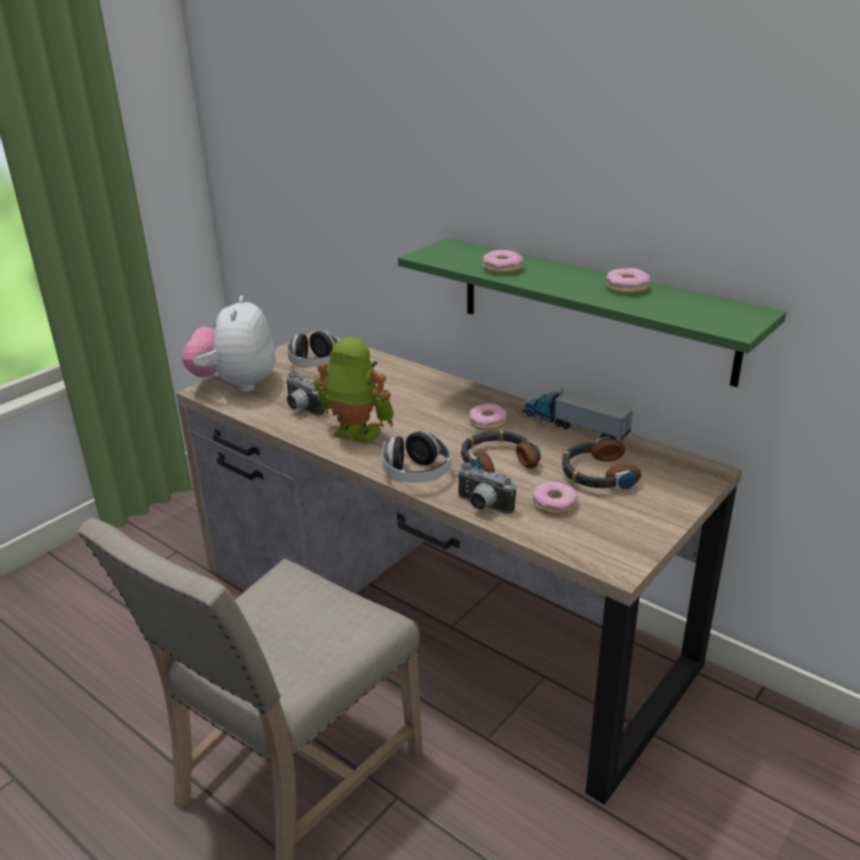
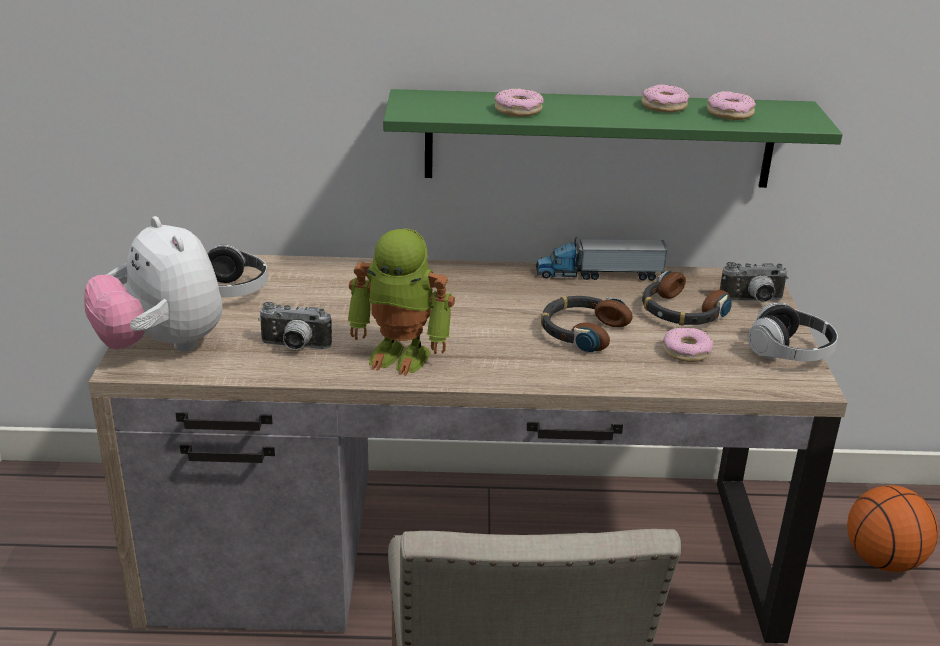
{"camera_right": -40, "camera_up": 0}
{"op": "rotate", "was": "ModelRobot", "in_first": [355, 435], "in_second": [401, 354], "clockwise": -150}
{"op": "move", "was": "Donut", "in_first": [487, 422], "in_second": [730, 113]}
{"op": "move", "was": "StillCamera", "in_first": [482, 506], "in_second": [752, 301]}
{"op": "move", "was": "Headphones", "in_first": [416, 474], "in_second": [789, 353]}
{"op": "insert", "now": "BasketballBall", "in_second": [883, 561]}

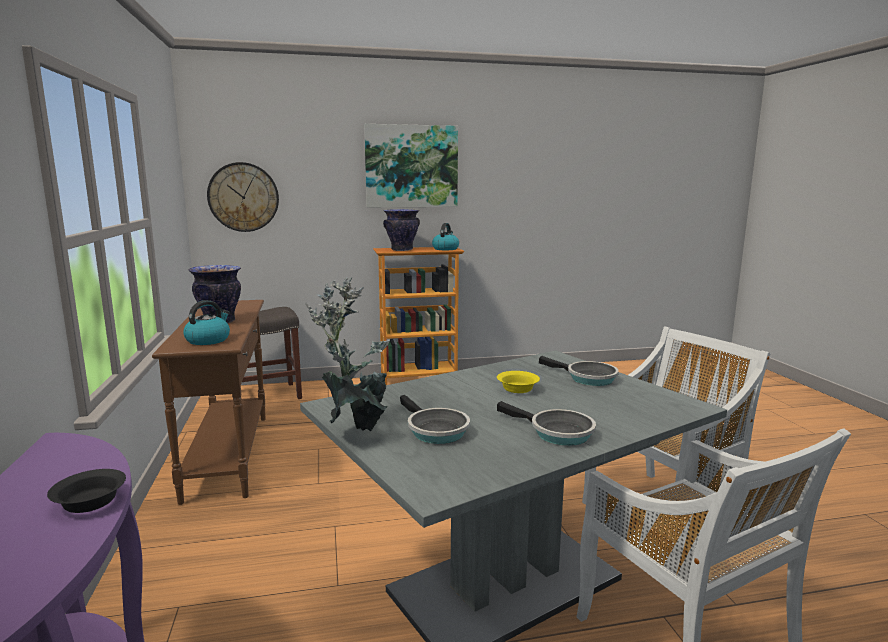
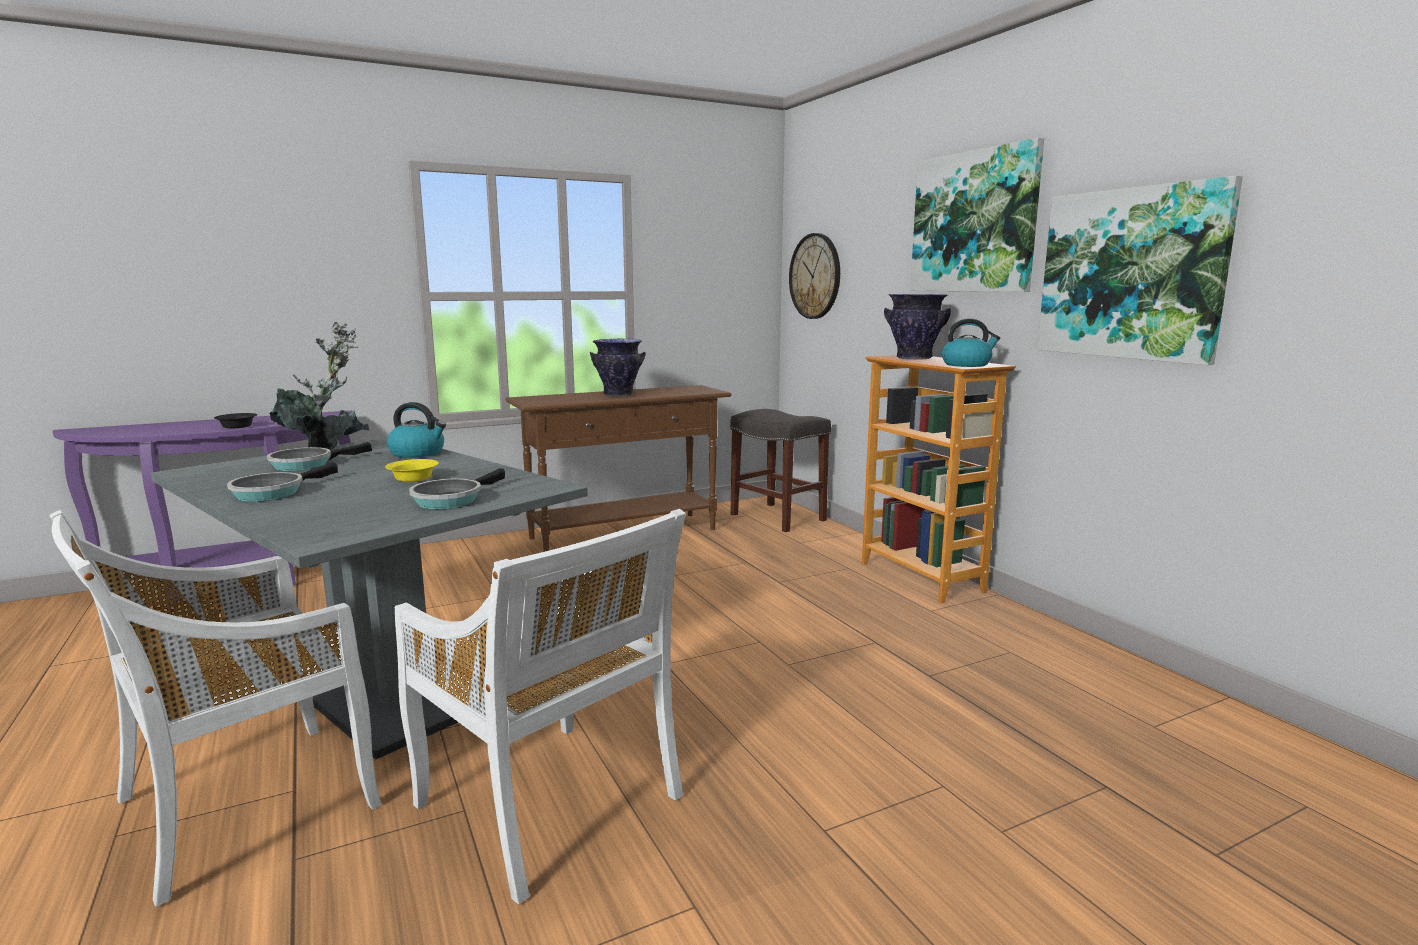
{"camera_right": 75, "camera_up": 0}
{"op": "move", "was": "Kettle", "in_first": [208, 340], "in_second": [418, 453]}
{"op": "insert", "now": "WallPicture", "in_second": [1131, 274]}

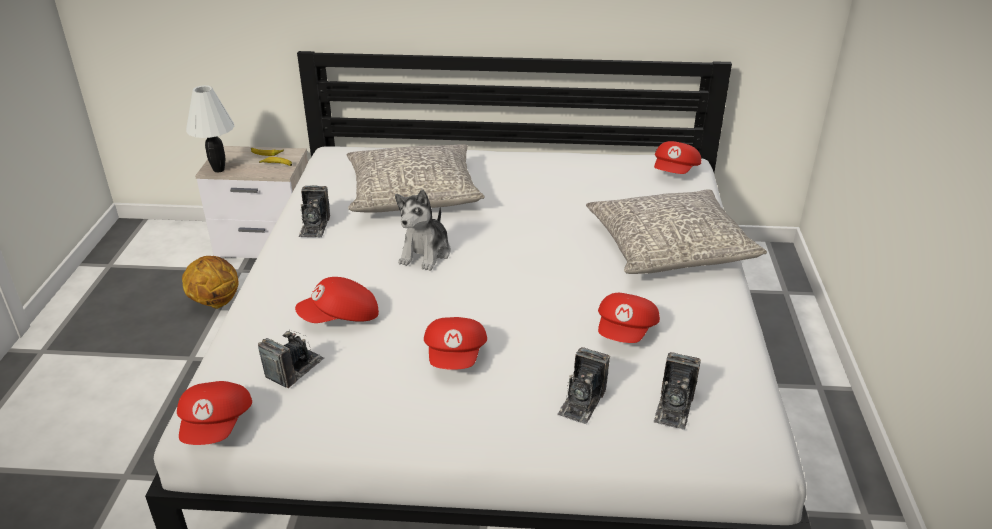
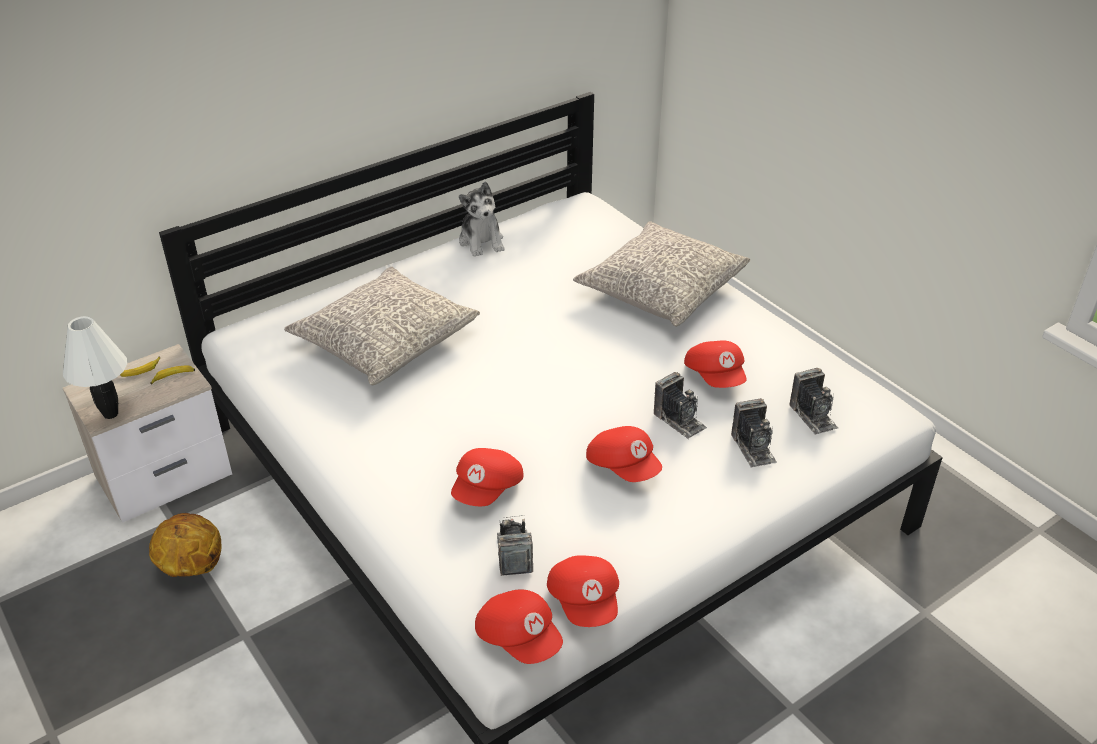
{"camera_right": -40, "camera_up": 5}
{"op": "move", "was": "PlushToy", "in_first": [426, 253], "in_second": [482, 241]}
{"op": "move", "was": "RedColouredBaseballCap", "in_first": [675, 172], "in_second": [585, 601]}
{"op": "move", "was": "StillCamera", "in_first": [314, 226], "in_second": [679, 420]}

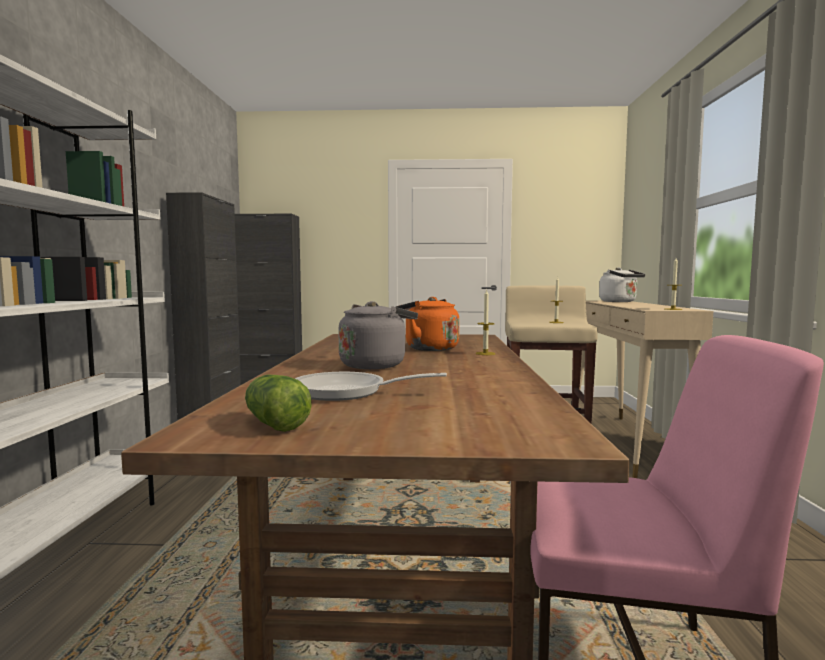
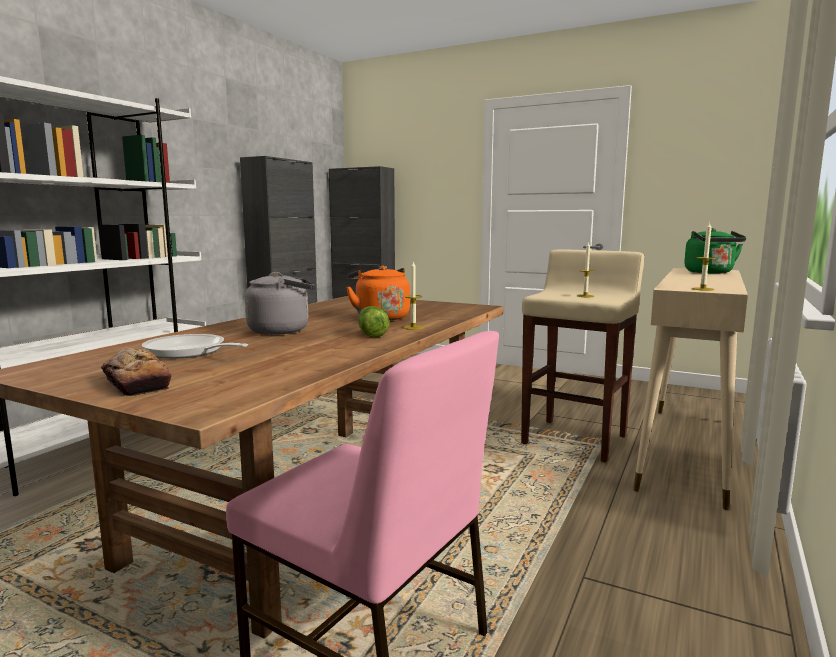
{"camera_right": 25, "camera_up": 5}
{"op": "insert", "now": "BakedBread", "in_second": [136, 383]}
{"op": "move", "was": "HeadOfLettuce", "in_first": [274, 423], "in_second": [372, 333]}
{"op": "recolor", "was": "WhiteKettle", "now": "GreenColouredKettle", "in_first": [620, 302], "in_second": [710, 273]}

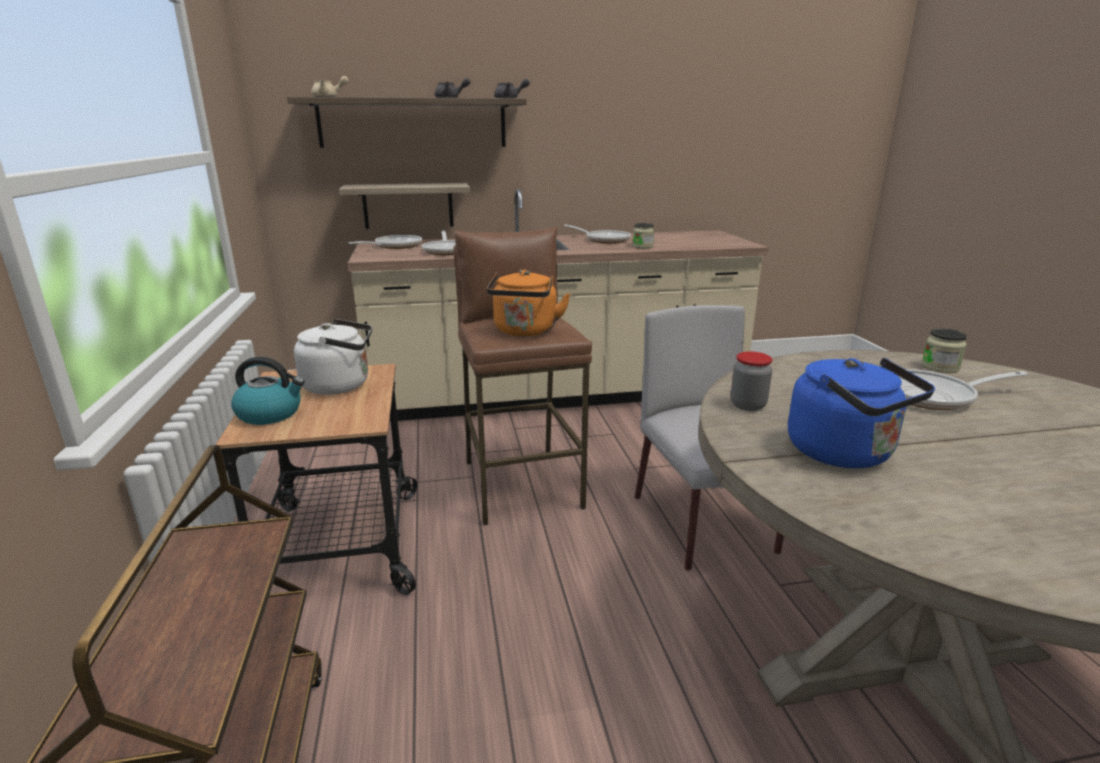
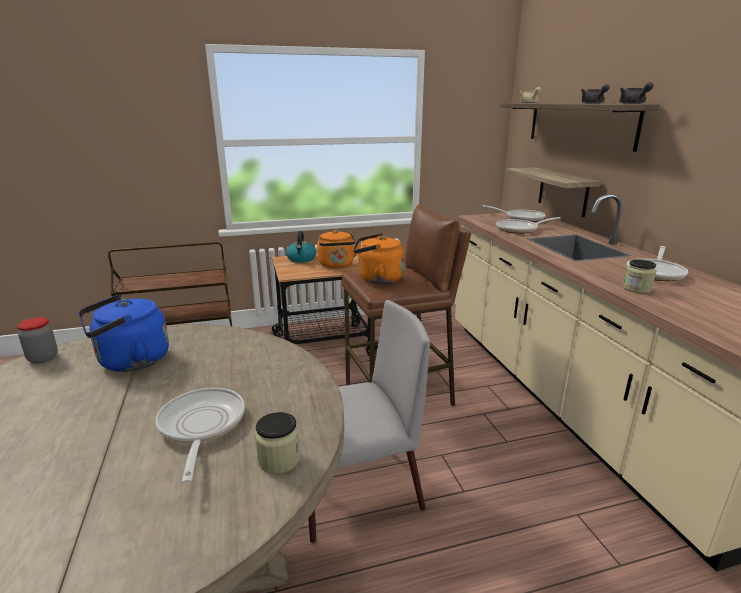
{"camera_right": 85, "camera_up": 0}
{"op": "move", "was": "StorageJar", "in_first": [748, 405], "in_second": [43, 358]}
{"op": "recolor", "was": "WhiteKettle", "now": "OrangeKettle", "in_first": [341, 385], "in_second": [337, 265]}

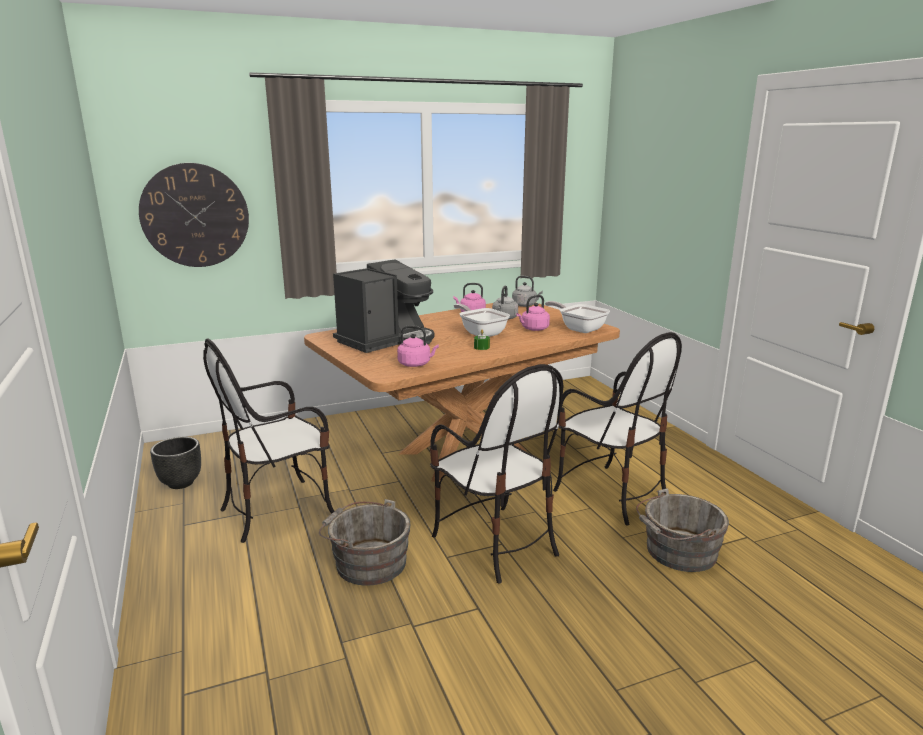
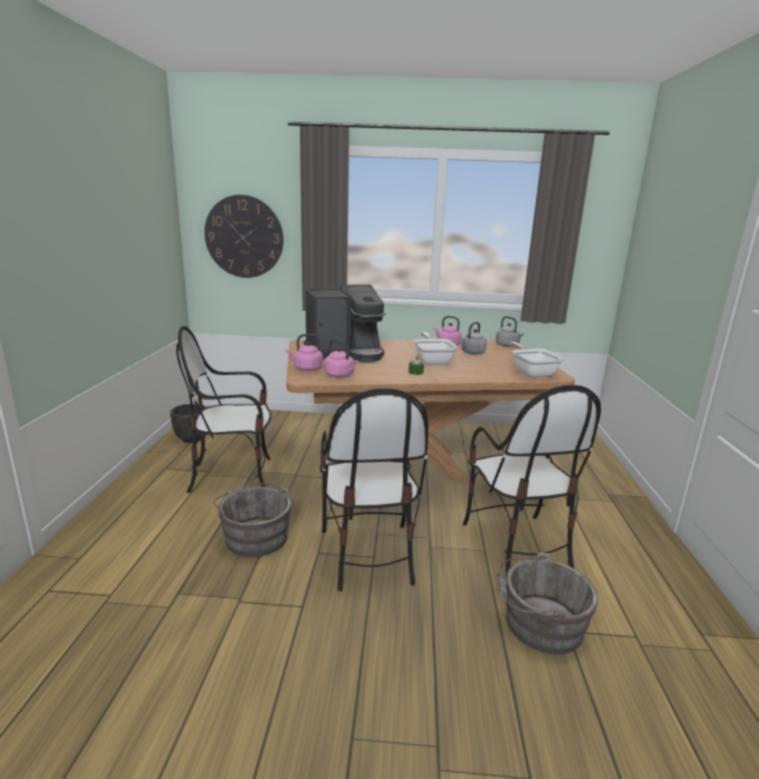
{"camera_right": 25, "camera_up": 0}
{"op": "move", "was": "PinkColouredKettle", "in_first": [533, 329], "in_second": [306, 369]}

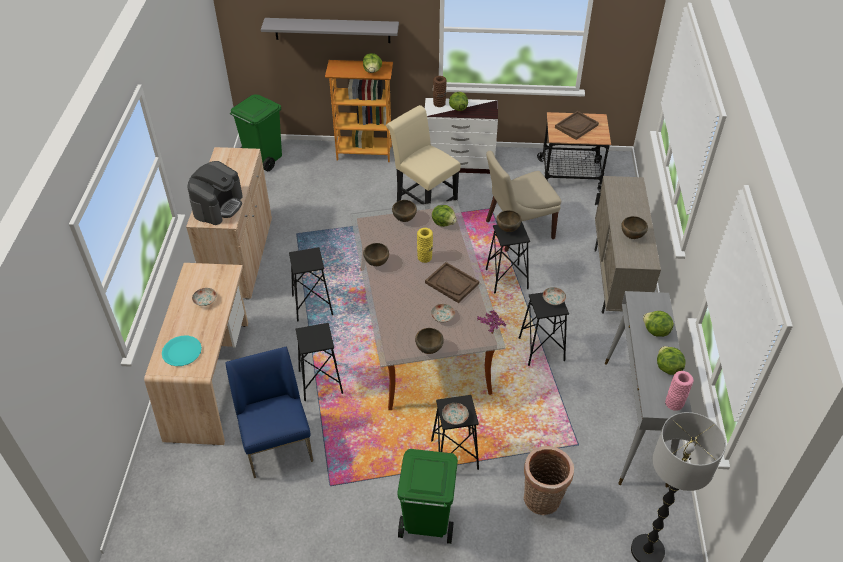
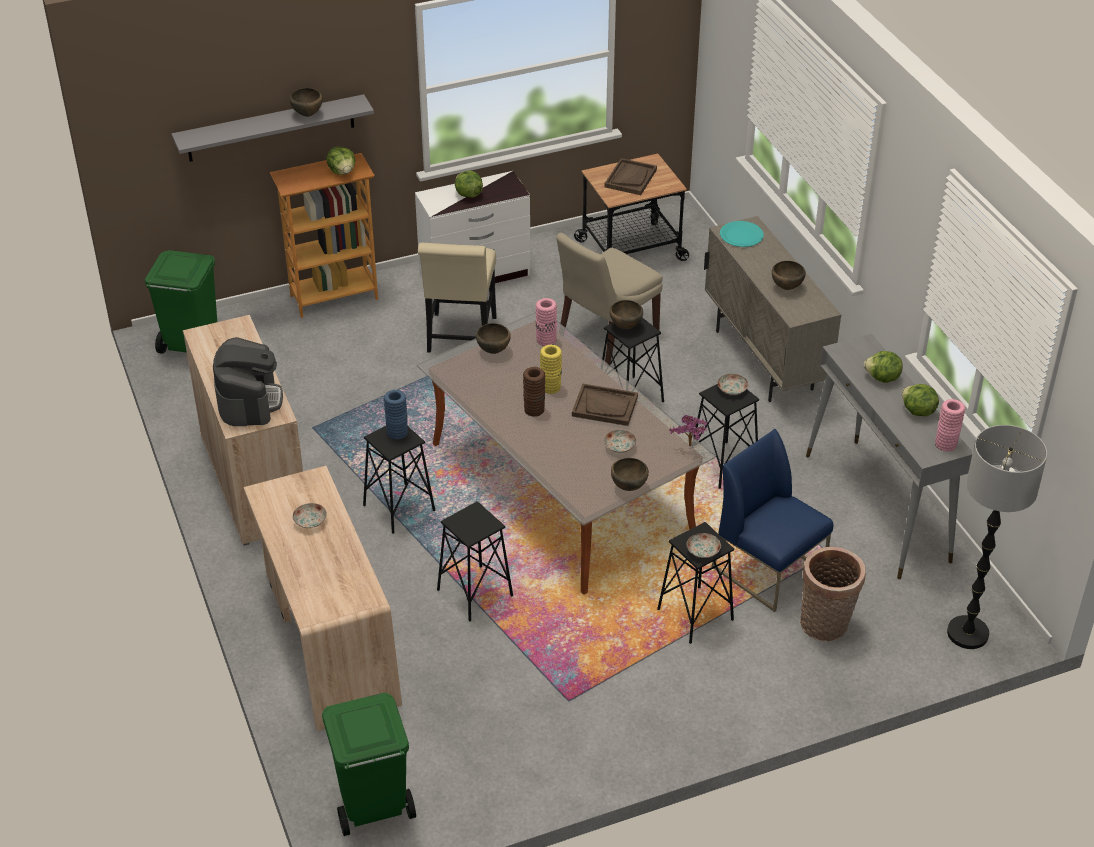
{"camera_right": -25, "camera_up": -5}
{"op": "move", "was": "BrownColouredServingBowl", "in_first": [377, 263], "in_second": [308, 114]}
{"op": "move", "was": "GreenColouredWasteBin", "in_first": [426, 523], "in_second": [372, 807]}
{"op": "insert", "now": "BlueFlowerVase", "in_second": [397, 432]}
{"op": "rotate", "was": "SandColouredPlainChair", "in_first": [423, 203], "in_second": [460, 338], "clockwise": -105}
{"op": "move", "was": "BrownColouredFlowerVase", "in_first": [439, 103], "in_second": [534, 410]}
{"op": "replace", "was": "HeadOfLettuce", "now": "PinkColouredFlowerVase", "in_first": [444, 223], "in_second": [546, 340]}
{"op": "move", "was": "BluePlainChair", "in_first": [277, 443], "in_second": [769, 570]}
{"op": "move", "was": "TurquoiseColouredFlatDish", "in_first": [182, 352], "in_second": [741, 235]}

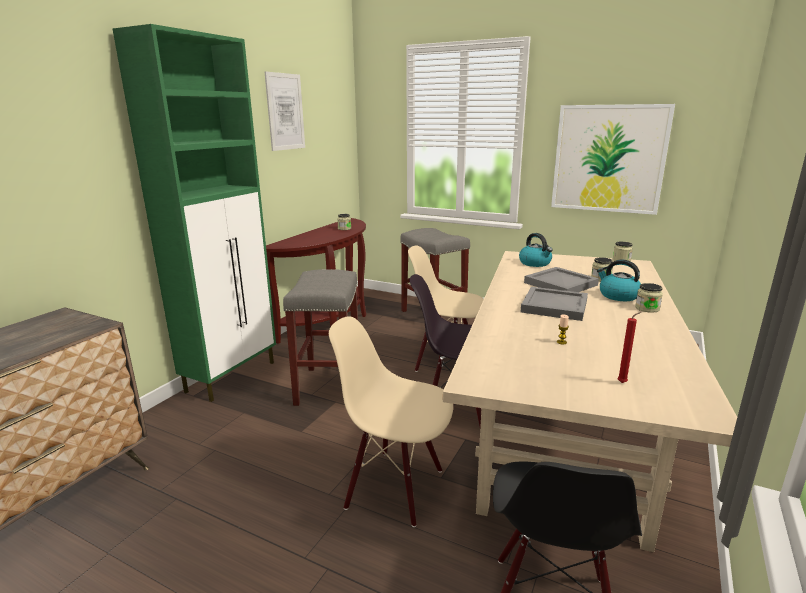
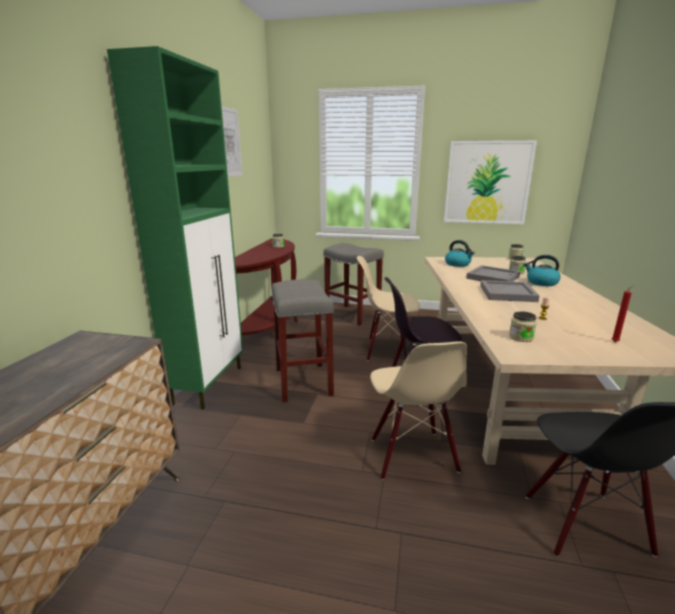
{"camera_right": -15, "camera_up": 0}
{"op": "rotate", "was": "SandColouredPlainChair", "in_first": [395, 487], "in_second": [412, 455], "clockwise": -105}
{"op": "move", "was": "StorageJar", "in_first": [647, 308], "in_second": [521, 337]}

